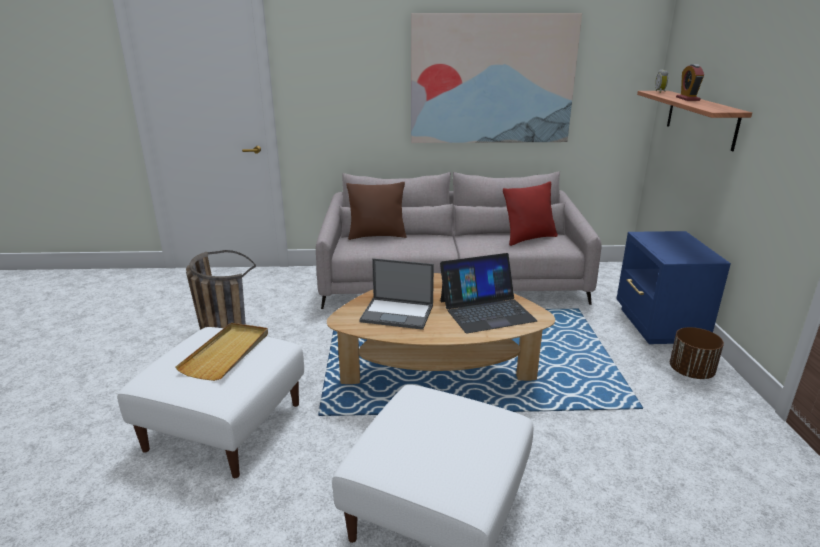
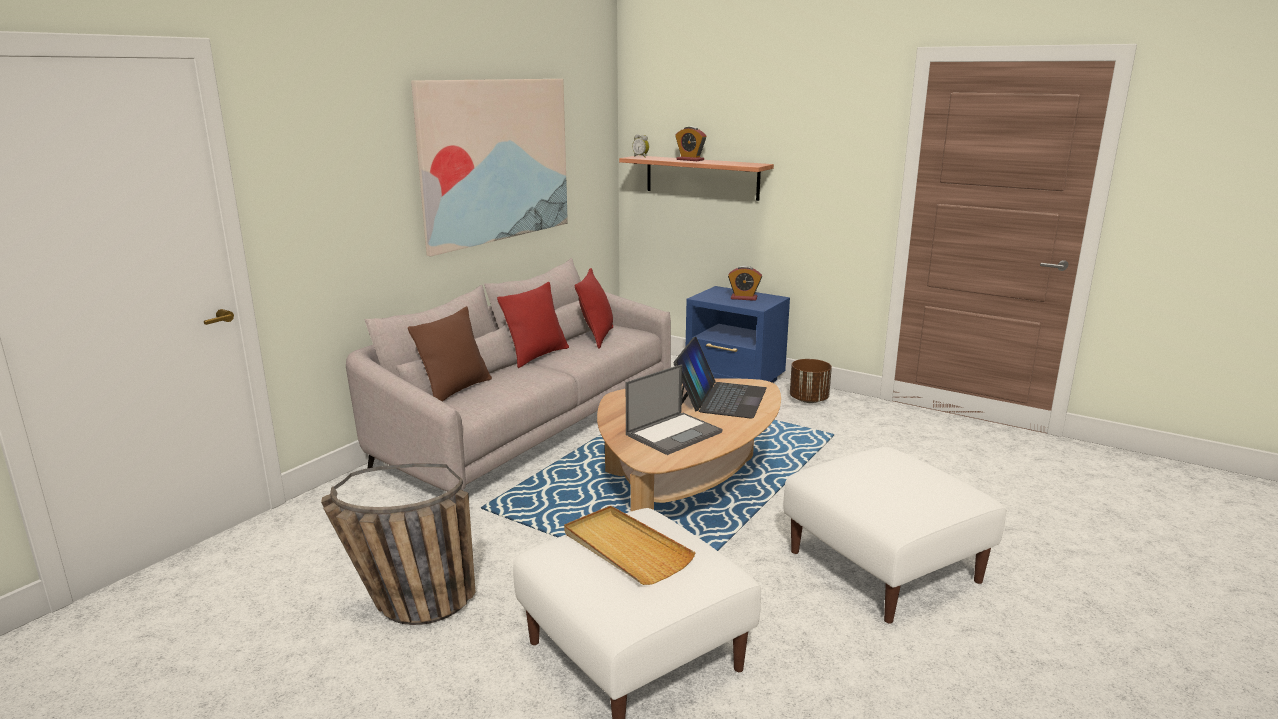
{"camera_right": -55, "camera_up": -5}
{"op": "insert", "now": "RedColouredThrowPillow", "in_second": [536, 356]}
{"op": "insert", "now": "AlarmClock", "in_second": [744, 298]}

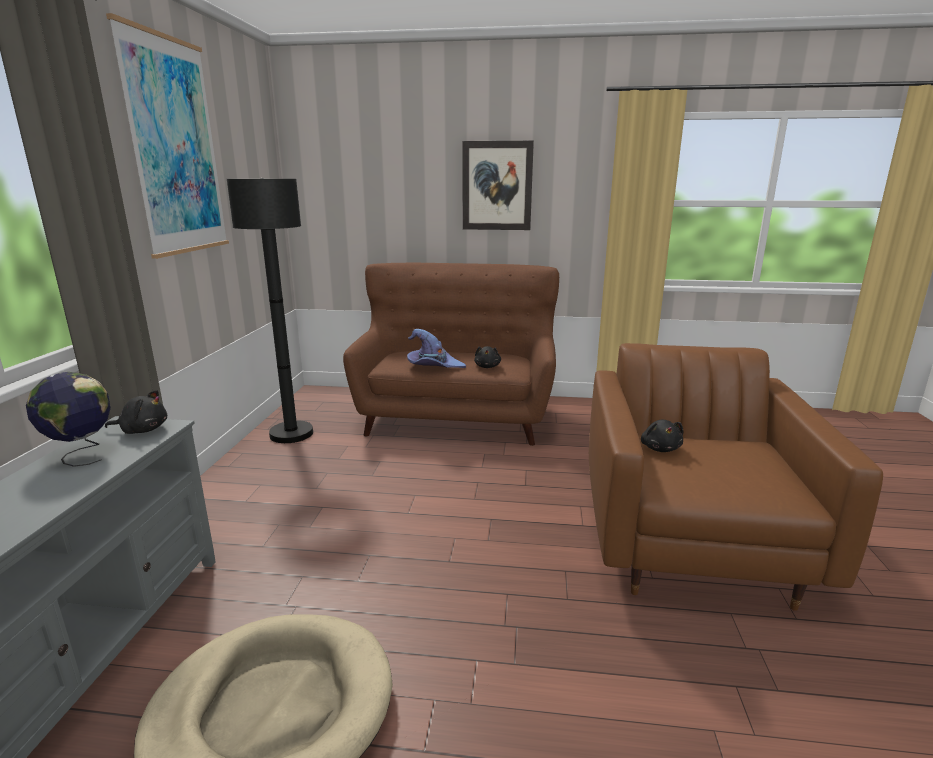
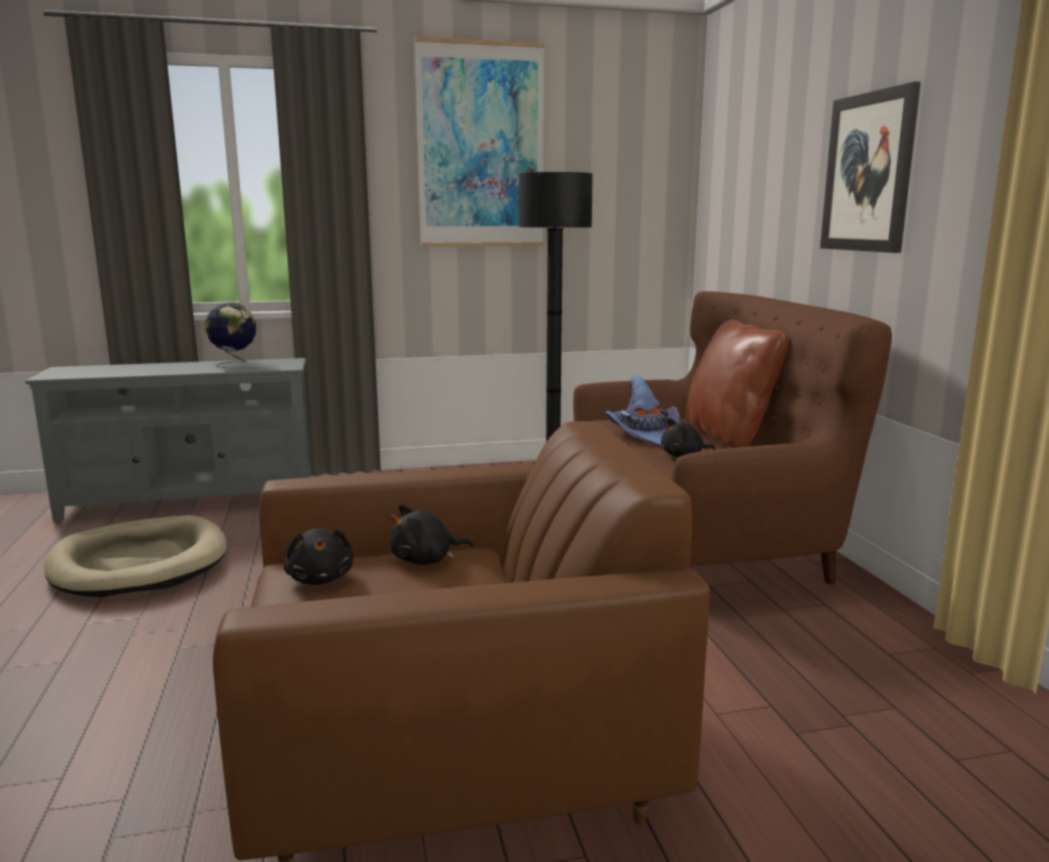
{"camera_right": 70, "camera_up": -5}
{"op": "move", "was": "BlackPlushToy", "in_first": [142, 430], "in_second": [320, 578]}
{"op": "insert", "now": "BrownColouredThrowPillow", "in_second": [729, 437]}

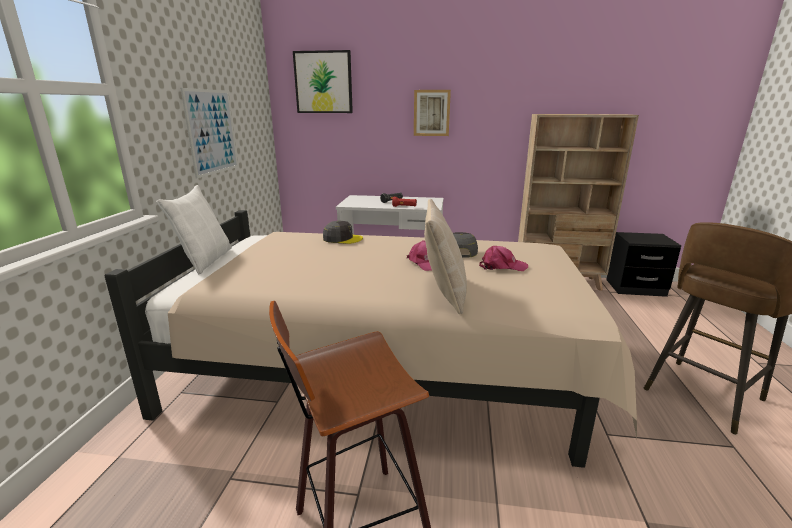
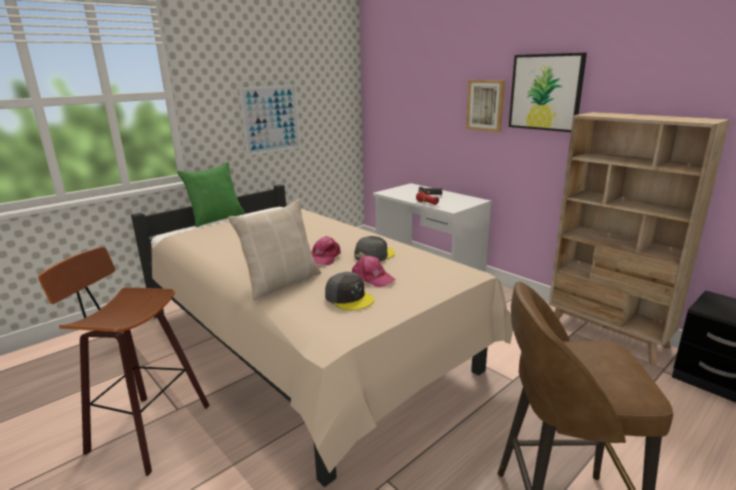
{"camera_right": 40, "camera_up": 0}
{"op": "recolor", "was": "WhiteThrowPillow", "now": "GreenColouredThrowPillow", "in_first": [204, 260], "in_second": [216, 218]}
{"op": "move", "was": "GreyishBaseballCap", "in_first": [342, 238], "in_second": [349, 298]}
{"op": "move", "was": "WallPicture", "in_first": [323, 82], "in_second": [545, 92]}

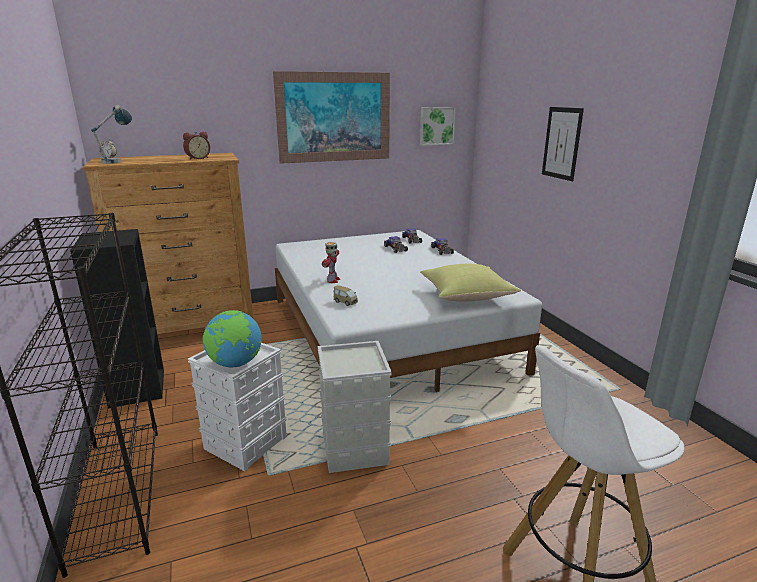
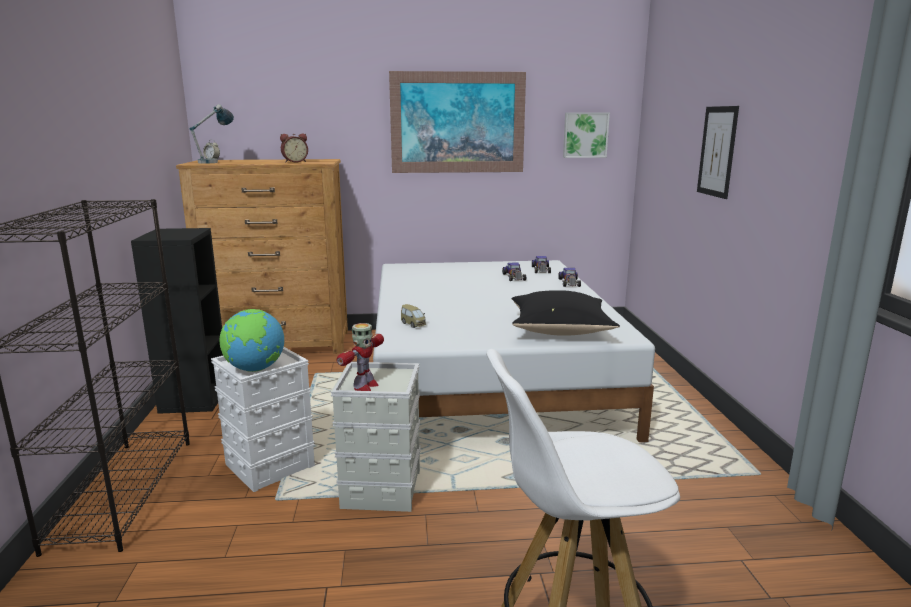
{"camera_right": 15, "camera_up": -5}
{"op": "move", "was": "ModelRobot", "in_first": [333, 280], "in_second": [365, 386]}
{"op": "recolor", "was": "YellowThrowPillow", "now": "BlackThrowPillow", "in_first": [466, 296], "in_second": [560, 330]}

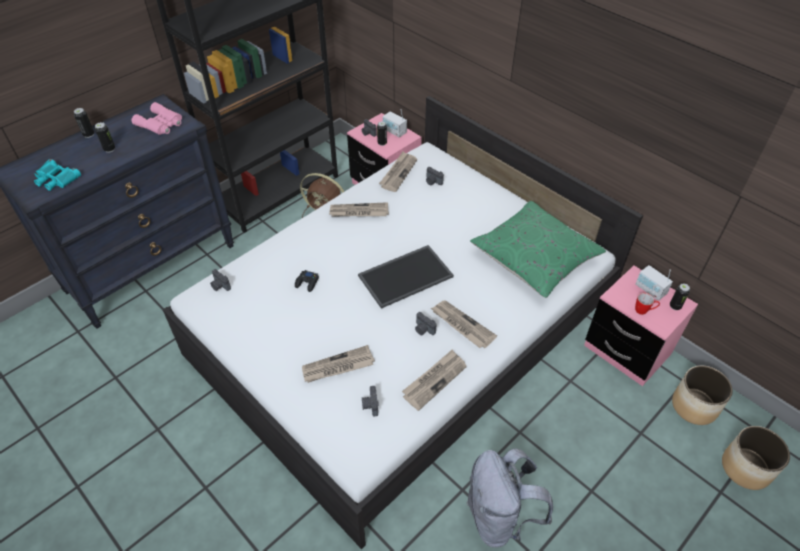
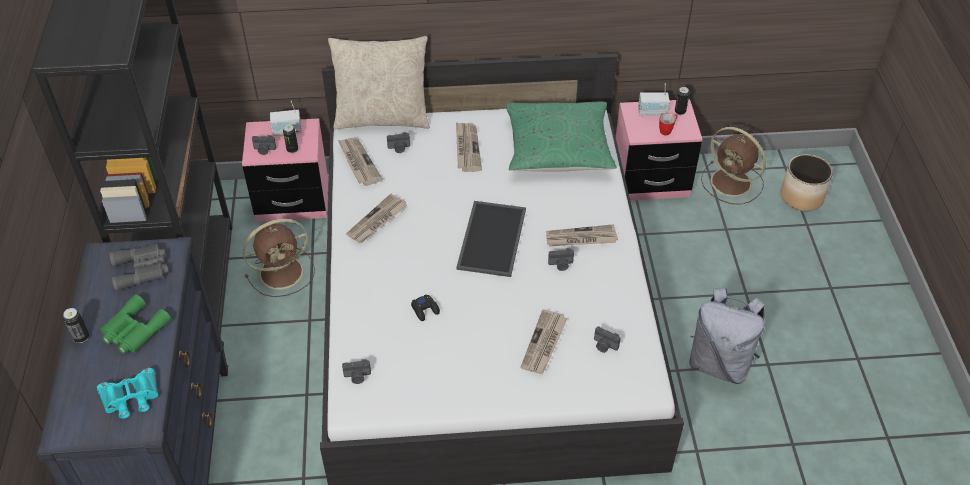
{"camera_right": -50, "camera_up": 0}
{"op": "replace", "was": "MetalCan", "now": "GreenColouredPairOfBinoculars", "in_first": [109, 149], "in_second": [133, 330]}
{"op": "recolor", "was": "PinkColouredPairOfBinoculars", "now": "GreyishPairOfBinoculars", "in_first": [160, 124], "in_second": [142, 270]}
{"op": "insert", "now": "SandColouredThrowPillow", "in_second": [382, 118]}
{"op": "move", "was": "PrintedPaper", "in_first": [434, 380], "in_second": [467, 148]}
{"op": "replace", "was": "Planter", "now": "BrownColouredCoolingFan", "in_first": [694, 406], "in_second": [732, 183]}

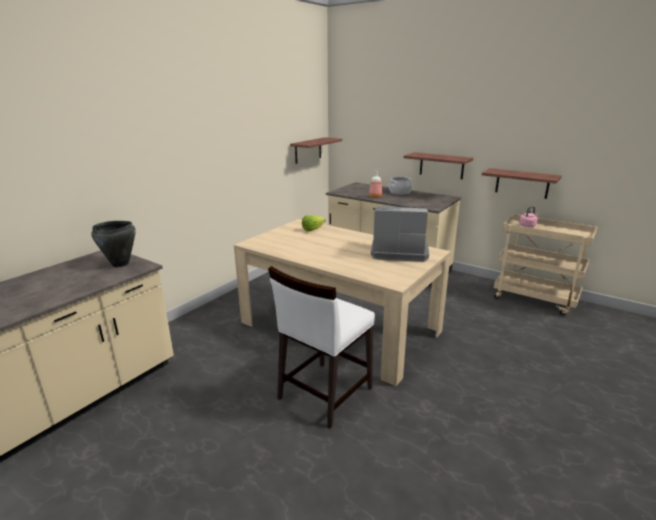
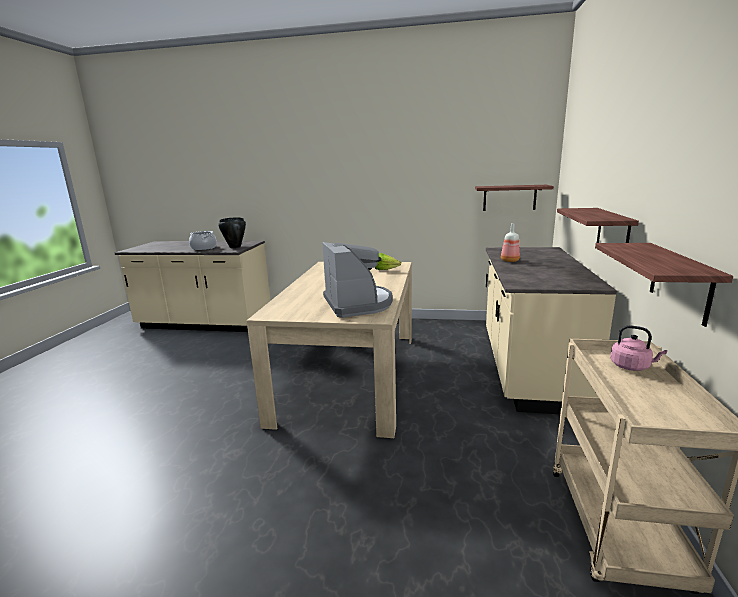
{"camera_right": 65, "camera_up": -5}
{"op": "move", "was": "CookingPot", "in_first": [400, 192], "in_second": [203, 248]}
{"op": "delete", "was": "WhitePlainChair", "in_first": [324, 393]}

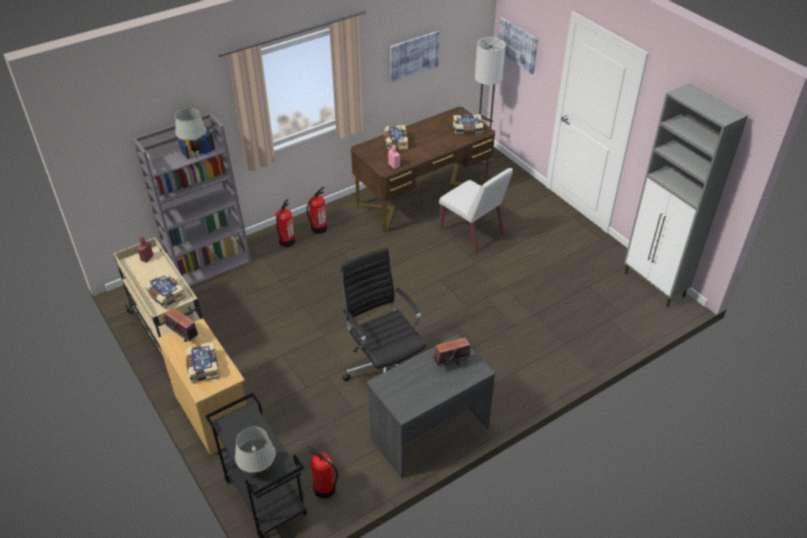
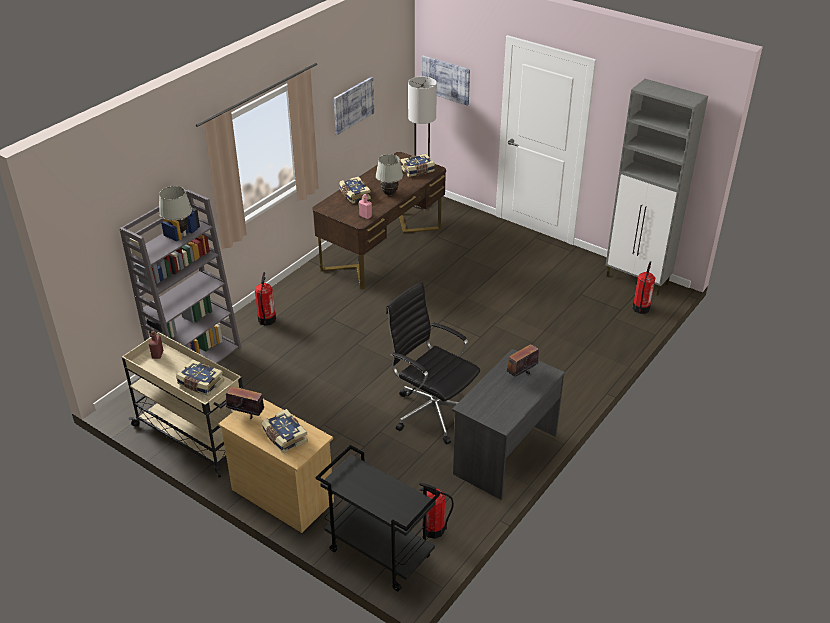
{"camera_right": -20, "camera_up": -5}
{"op": "move", "was": "WhiteTableLamp", "in_first": [258, 472], "in_second": [389, 194]}
{"op": "move", "was": "FireExtinguisher", "in_first": [318, 228], "in_second": [640, 308]}
{"op": "delete", "was": "WhitePlainChair", "in_first": [472, 232]}

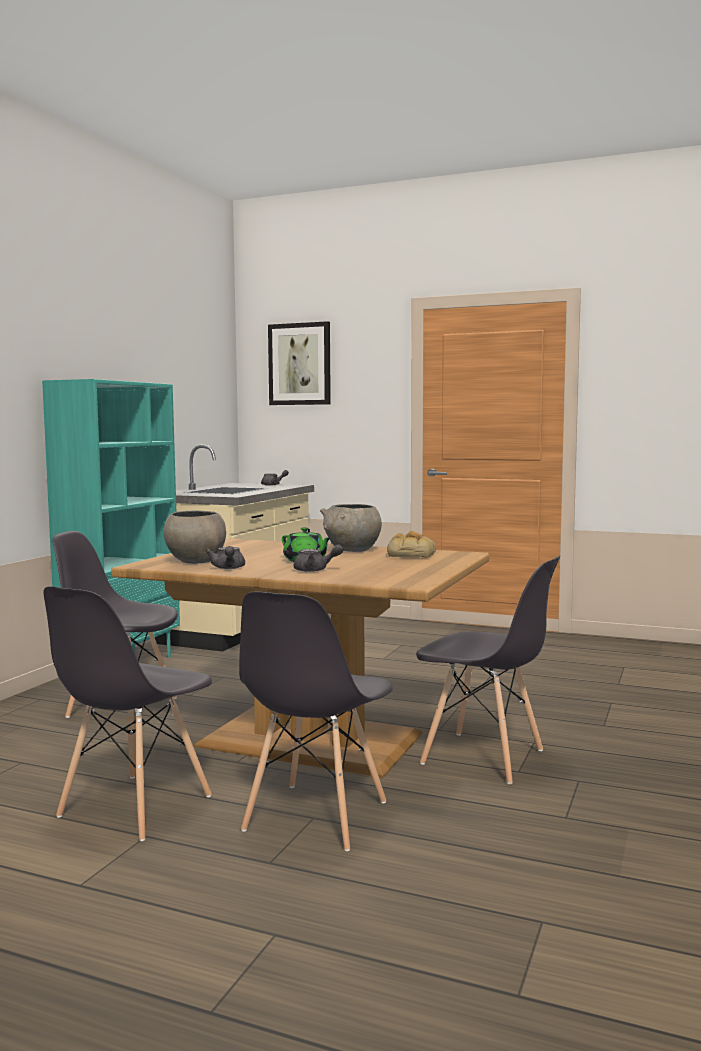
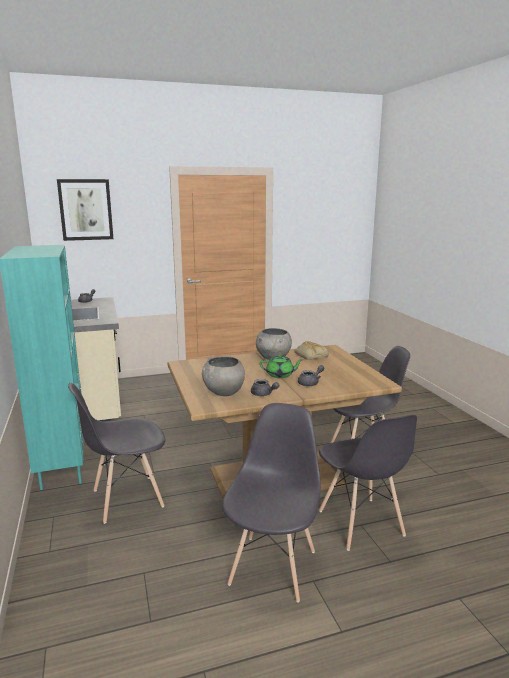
{"camera_right": -40, "camera_up": 10}
{"op": "rotate", "was": "GreyishPlainChair", "in_first": [134, 807], "in_second": [273, 566], "clockwise": -150}

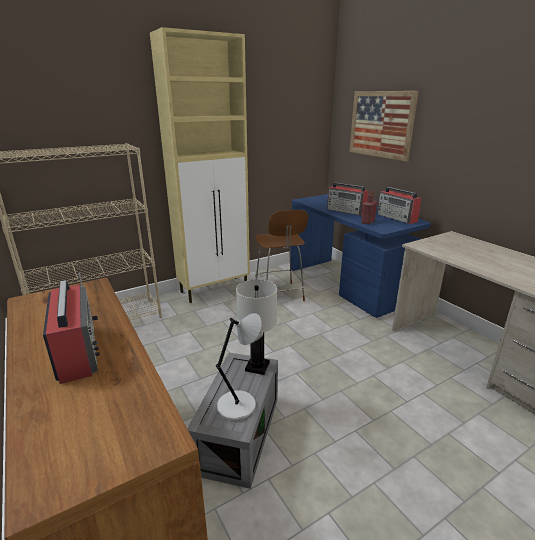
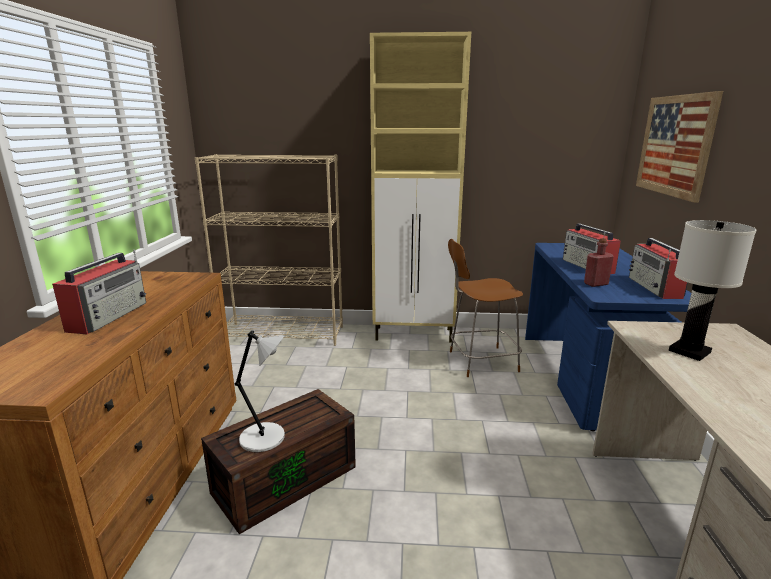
{"camera_right": 35, "camera_up": -5}
{"op": "recolor", "was": "GreyishStorageBox", "now": "BrownColouredStorageBox", "in_first": [238, 431], "in_second": [286, 477]}
{"op": "rotate", "was": "BrownColouredPlainChair", "in_first": [279, 295], "in_second": [480, 361], "clockwise": 60}
{"op": "move", "was": "WhiteTableLamp", "in_first": [257, 367], "in_second": [690, 351]}

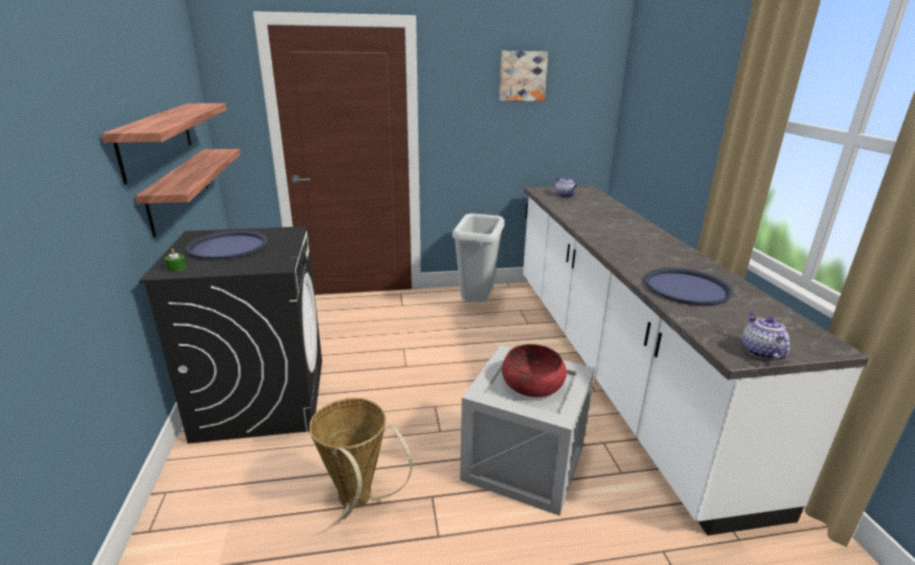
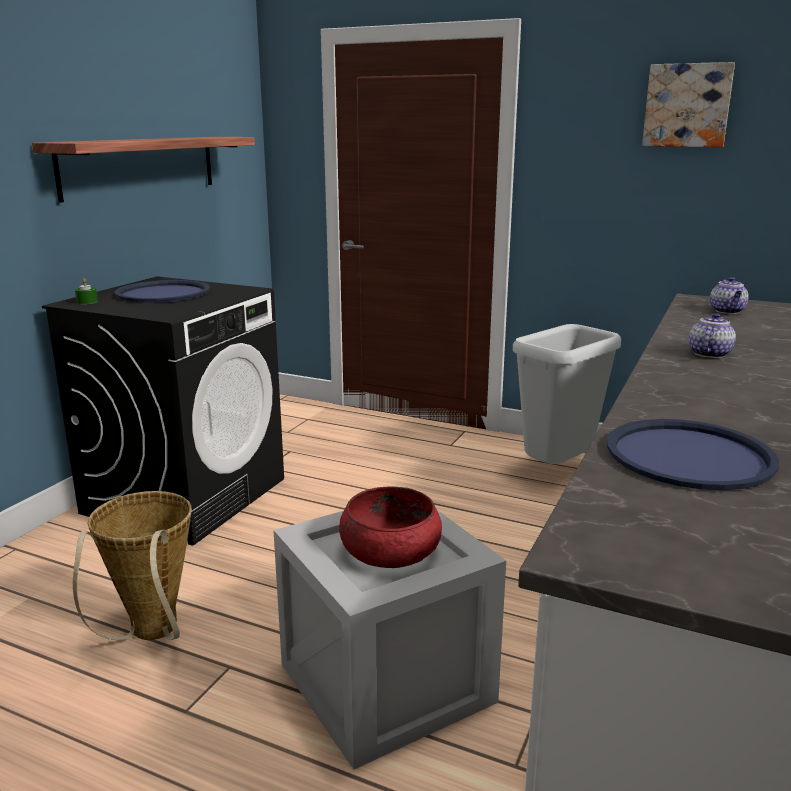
{"camera_right": 35, "camera_up": -5}
{"op": "move", "was": "Teapot", "in_first": [759, 351], "in_second": [709, 353]}
{"op": "delete", "was": "WallShelf", "in_first": [179, 188]}

